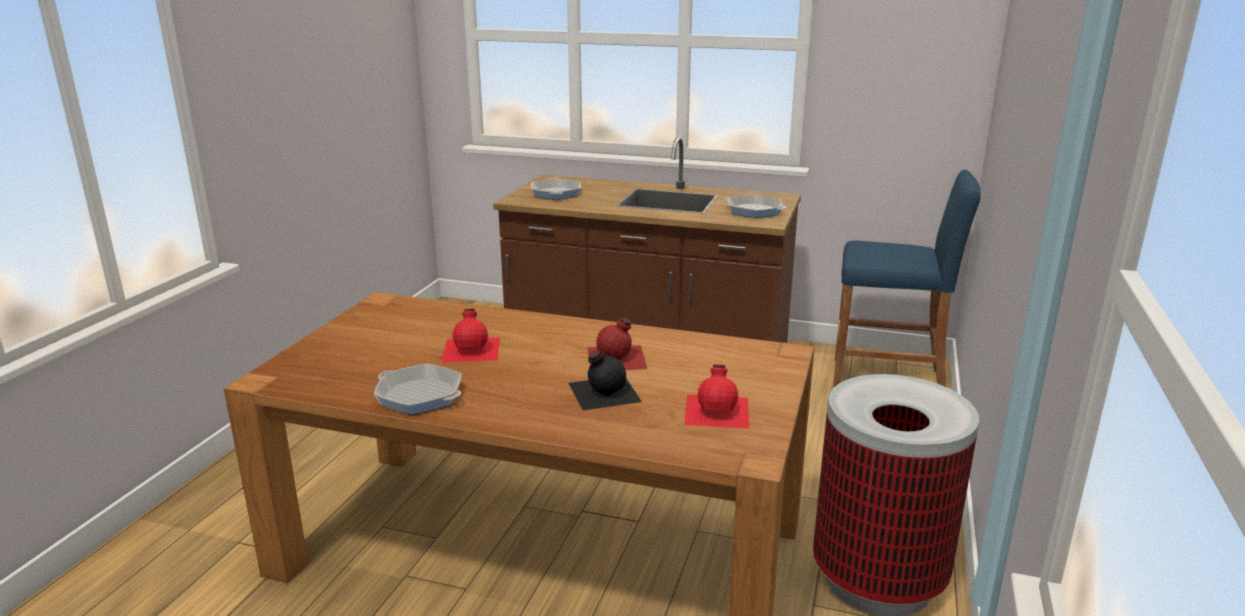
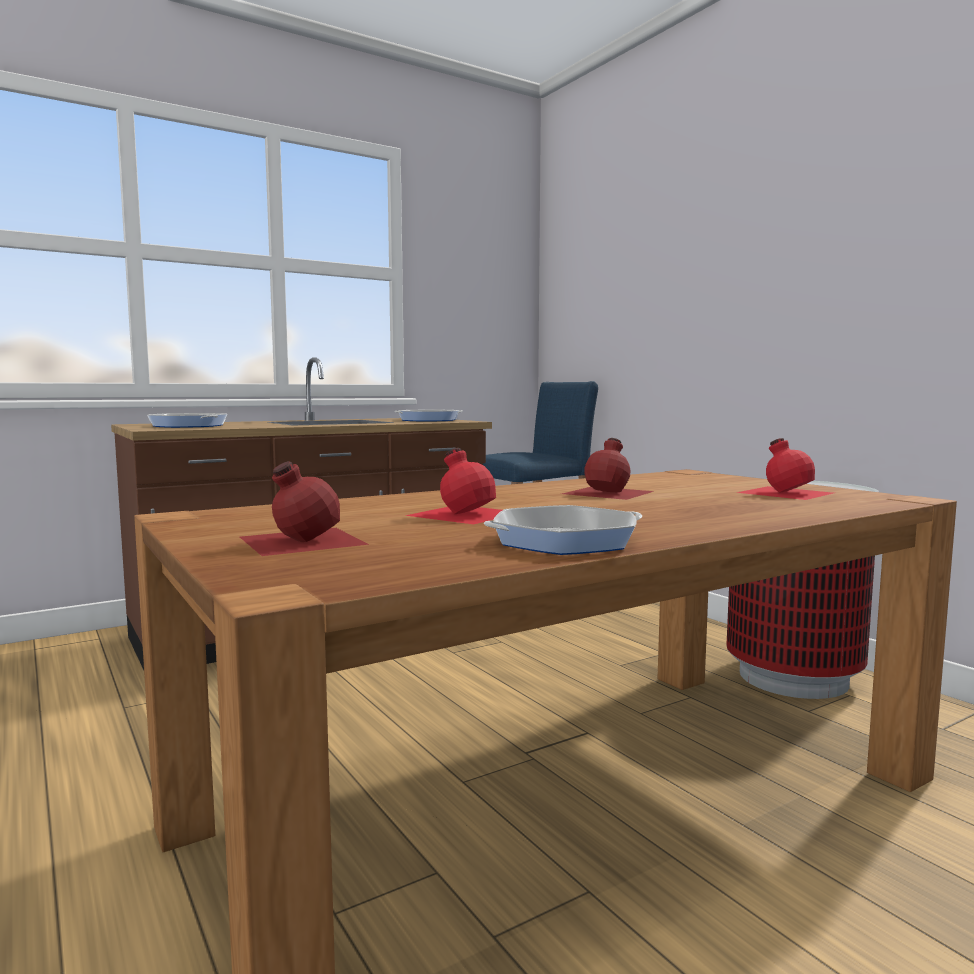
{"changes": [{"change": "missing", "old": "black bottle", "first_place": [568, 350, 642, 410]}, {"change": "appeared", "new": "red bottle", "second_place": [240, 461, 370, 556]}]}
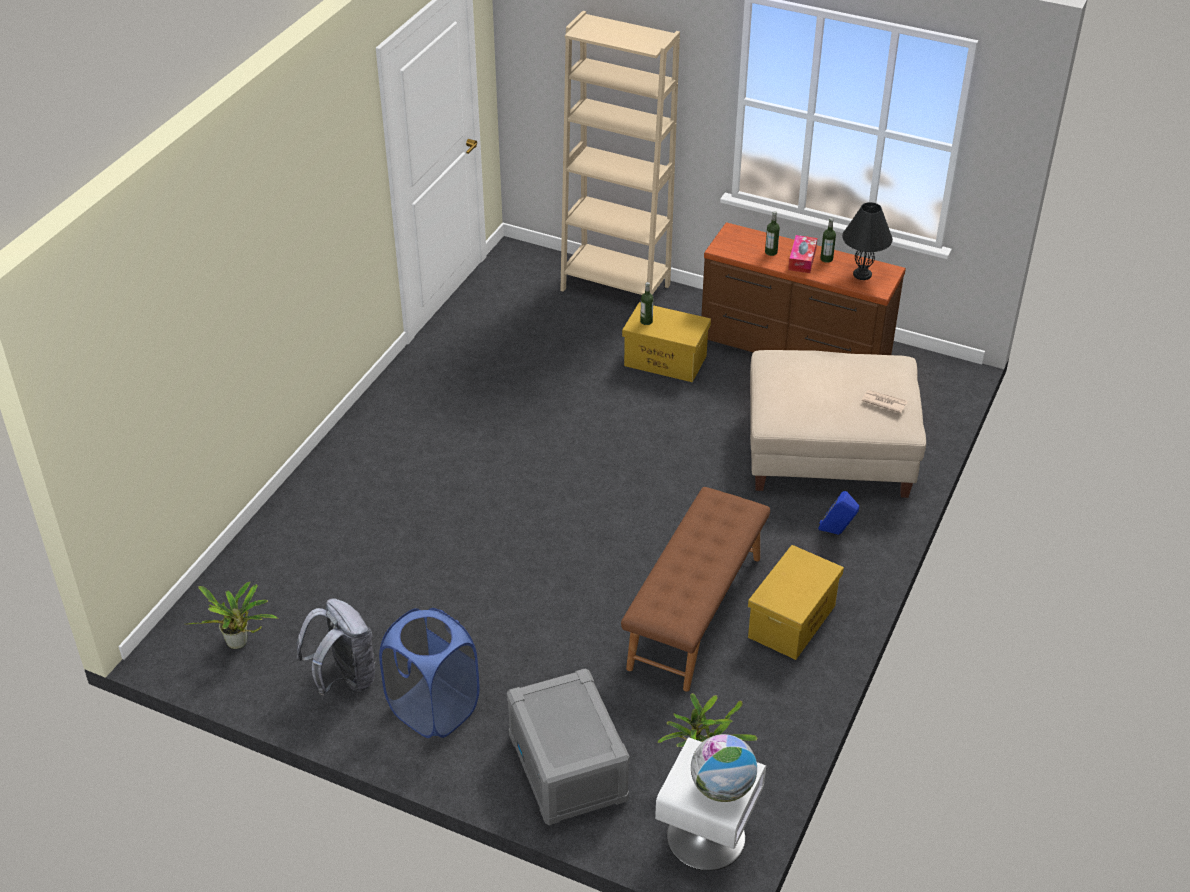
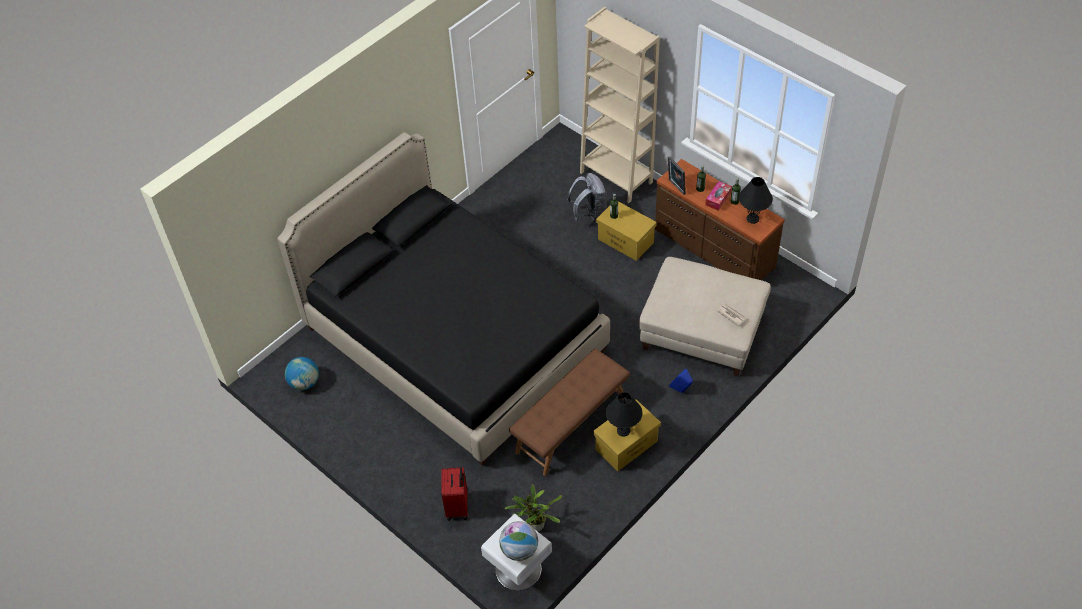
{"changes": [{"change": "missing", "old": "blue laundry basket", "first_place": [379, 608, 480, 738]}, {"change": "appeared", "new": "black bed", "second_place": [277, 132, 610, 466]}, {"change": "appeared", "new": "black table lamp", "second_place": [606, 392, 642, 437]}, {"change": "appeared", "new": "picture frame", "second_place": [668, 156, 686, 195]}, {"change": "relocated", "old": "grey backpack", "first_place": [297, 599, 375, 695], "second_place": [567, 173, 607, 224]}, {"change": "exchanged", "old": "potted plant", "new": "globe", "first_place": [189, 582, 279, 649], "second_place": [285, 357, 319, 390]}, {"change": "exchanged", "old": "grey storage box", "new": "red suitcase", "first_place": [507, 669, 630, 825], "second_place": [442, 467, 468, 521]}]}
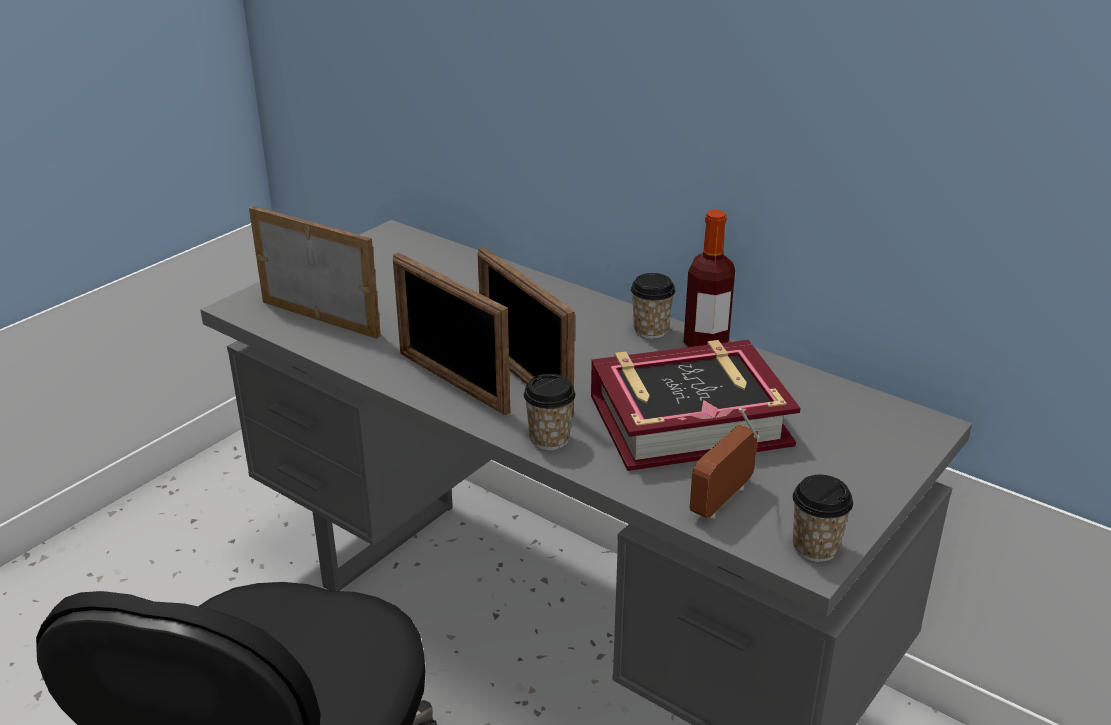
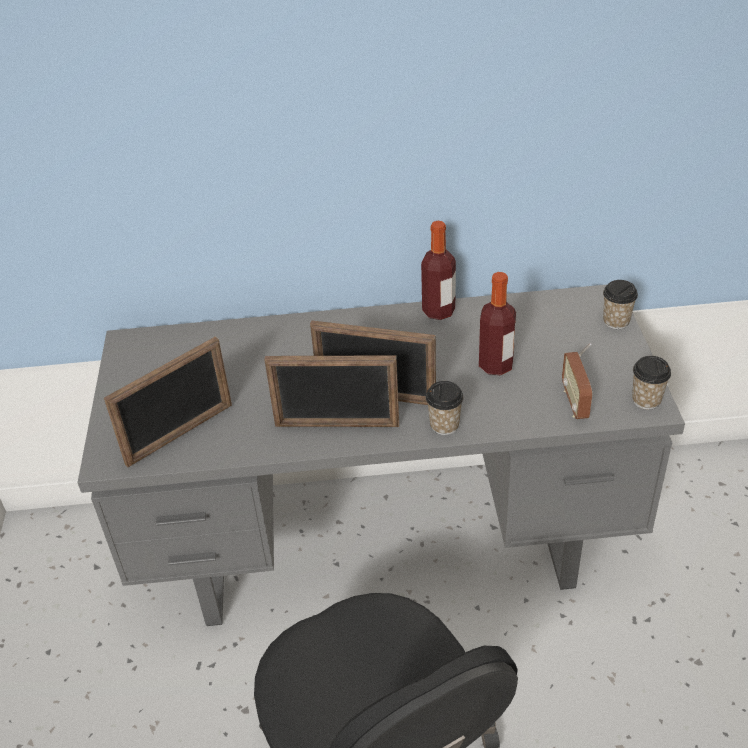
{"changes": [{"change": "relocated", "old": "cup", "first_place": [631, 273, 675, 339], "second_place": [603, 280, 638, 329]}, {"change": "exchanged", "old": "book", "new": "bottle", "first_place": [591, 340, 801, 471], "second_place": [479, 272, 516, 375]}, {"change": "spun", "old": "picture frame", "first_place": [249, 206, 381, 339], "second_place": [104, 336, 232, 467], "degrees": 150}]}
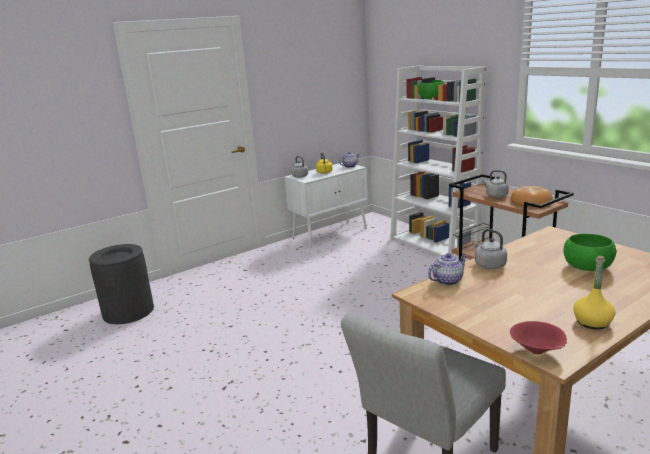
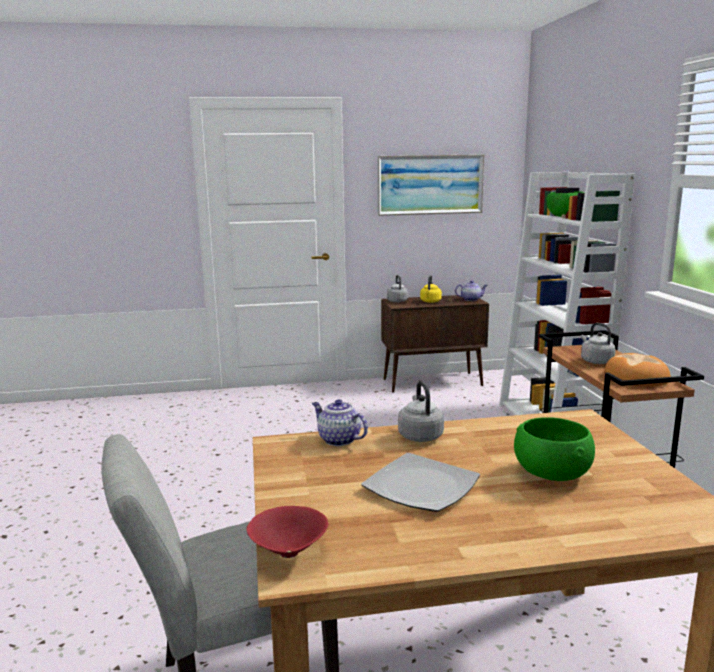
{"changes": [{"change": "missing", "old": "black trash can", "first_place": [89, 244, 154, 324]}, {"change": "missing", "old": "yellow bottle", "first_place": [573, 256, 616, 330]}, {"change": "appeared", "new": "plate", "second_place": [361, 453, 480, 512]}, {"change": "appeared", "new": "picture", "second_place": [377, 154, 484, 216]}, {"change": "colour", "old": "white cabinet", "new": "brown cabinet", "first_place": [285, 163, 368, 247], "second_place": [381, 295, 489, 393]}, {"change": "spun", "old": "teapot", "first_place": [428, 253, 467, 286], "second_place": [312, 399, 368, 446], "degrees": -135}]}
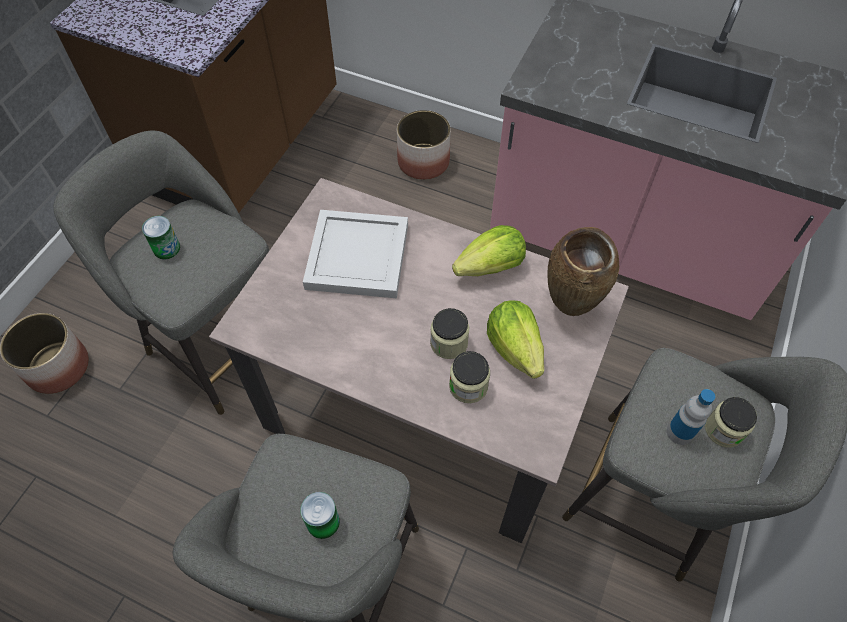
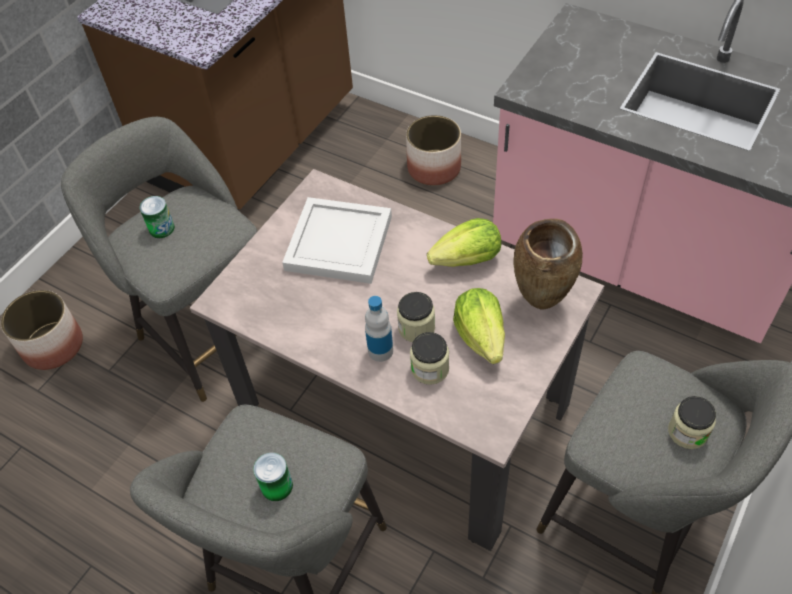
{"changes": [{"change": "relocated", "old": "bottle", "first_place": [667, 389, 715, 445], "second_place": [365, 296, 393, 362]}]}
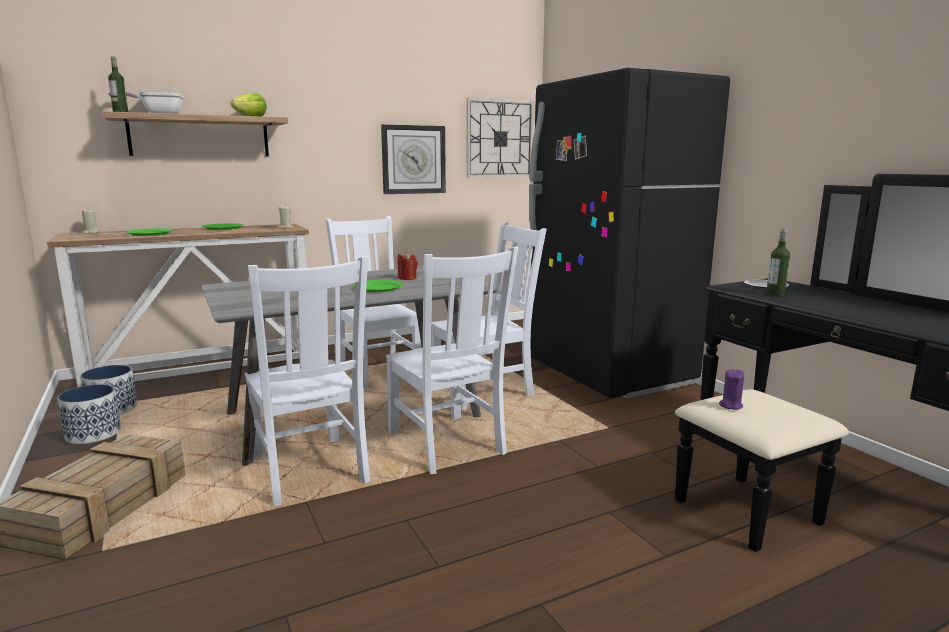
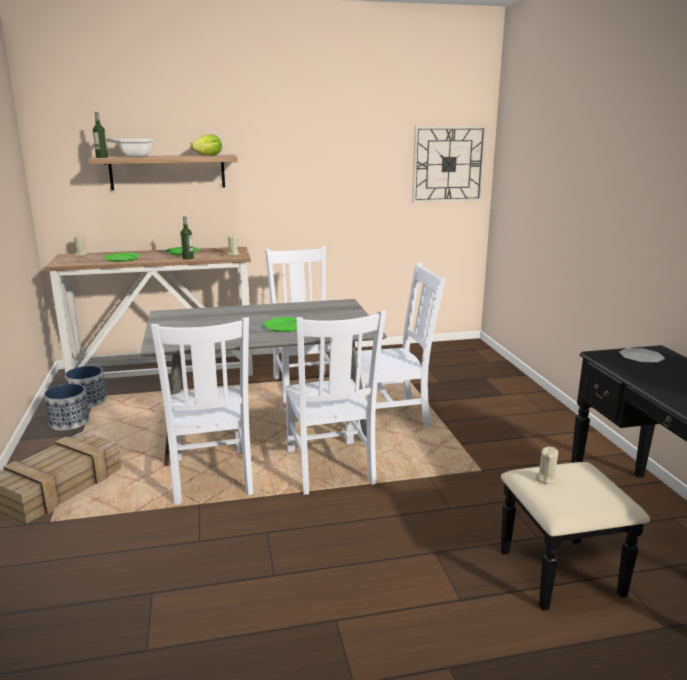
{"changes": [{"change": "missing", "old": "wall clock", "first_place": [381, 124, 446, 194]}, {"change": "missing", "old": "red candle", "first_place": [398, 252, 417, 280]}, {"change": "missing", "old": "black fridge", "first_place": [529, 68, 730, 398]}, {"change": "relocated", "old": "bottle", "first_place": [766, 229, 790, 296], "second_place": [180, 216, 194, 259]}, {"change": "colour", "old": "purple candle", "new": "beige candle", "first_place": [719, 369, 744, 410], "second_place": [536, 447, 558, 484]}]}
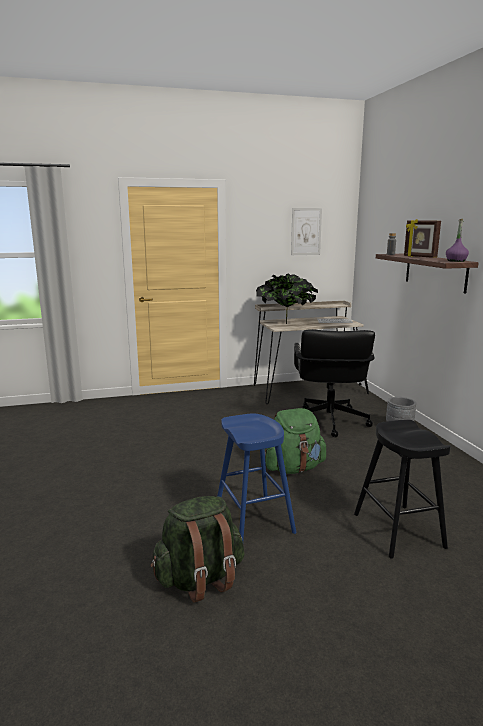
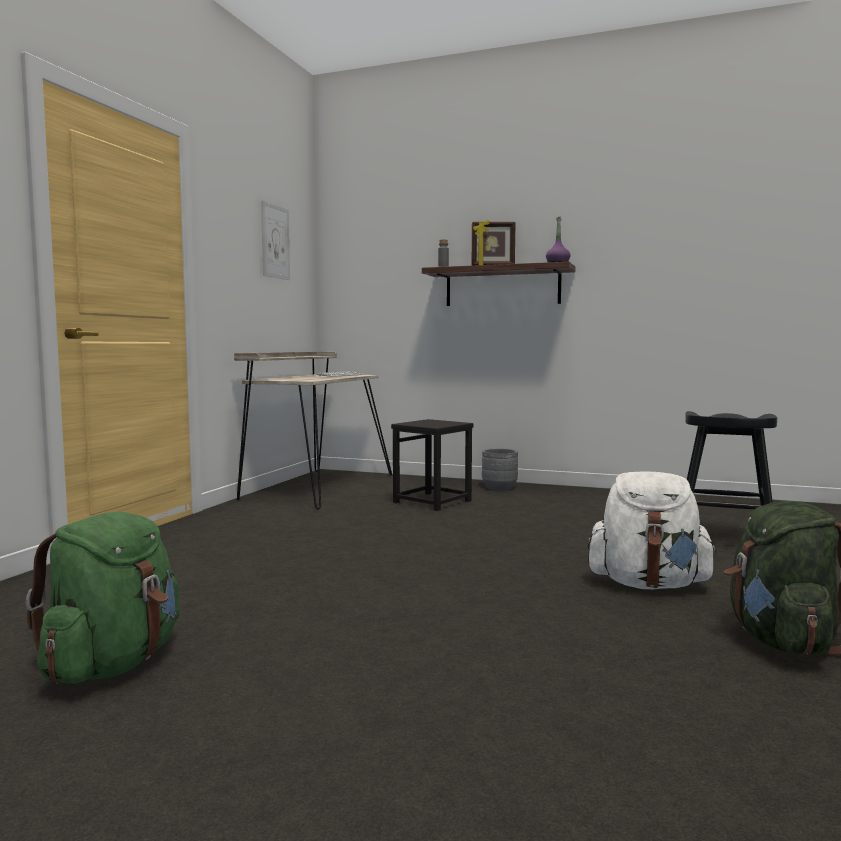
{"changes": [{"change": "missing", "old": "potted plant", "first_place": [256, 273, 318, 324]}, {"change": "relocated", "old": "green backpack", "first_place": [265, 408, 326, 474], "second_place": [26, 512, 180, 684]}, {"change": "exchanged", "old": "blue stool", "new": "white backpack", "first_place": [217, 414, 296, 541], "second_place": [588, 471, 718, 589]}, {"change": "exchanged", "old": "black office chair", "new": "black stool", "first_place": [294, 329, 375, 437], "second_place": [391, 419, 473, 511]}]}
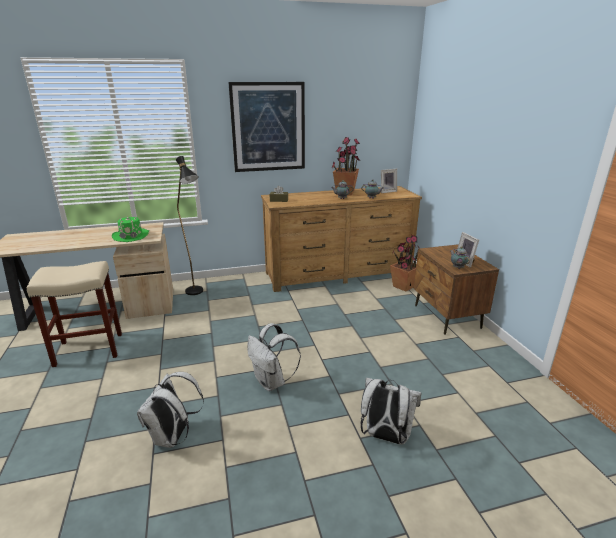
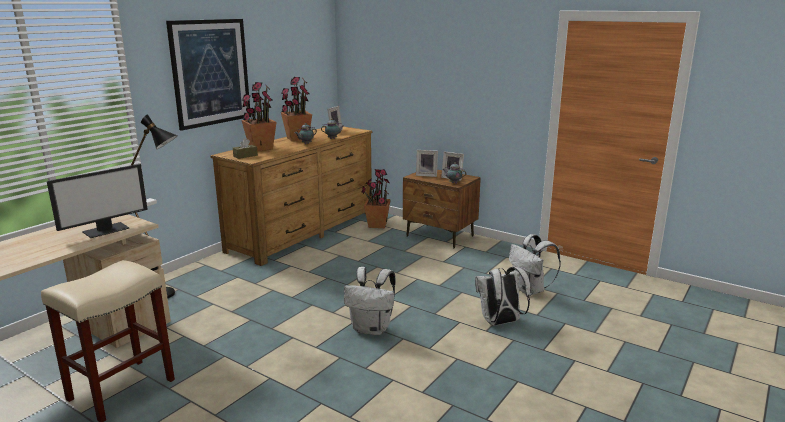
{"changes": [{"change": "appeared", "new": "potted plant", "second_place": [241, 82, 277, 151]}, {"change": "appeared", "new": "picture frame", "second_place": [416, 150, 438, 177]}, {"change": "relocated", "old": "white backpack", "first_place": [137, 372, 204, 448], "second_place": [509, 234, 561, 296]}, {"change": "exchanged", "old": "green hat", "new": "monitor", "first_place": [112, 216, 149, 242], "second_place": [47, 164, 148, 238]}]}
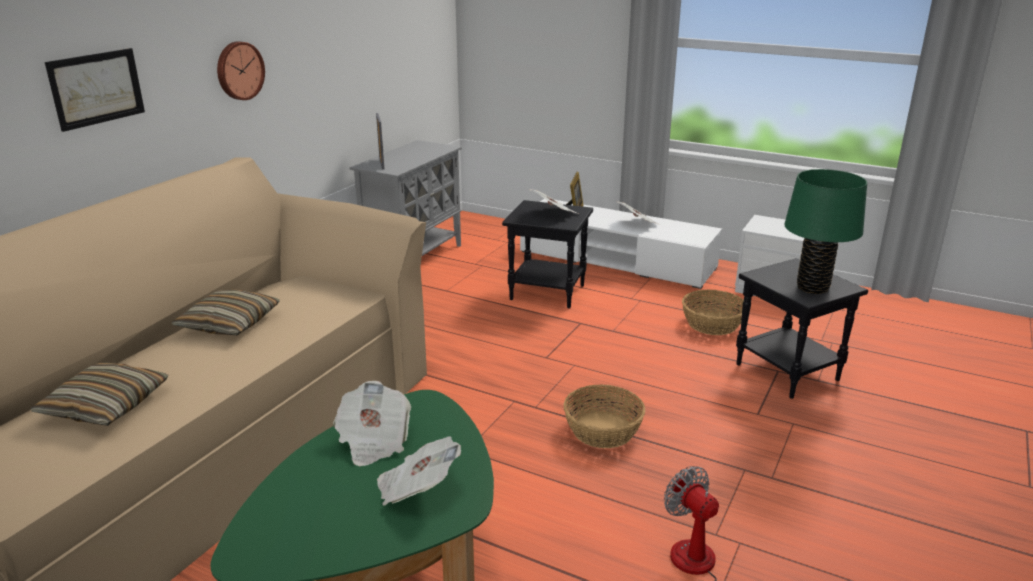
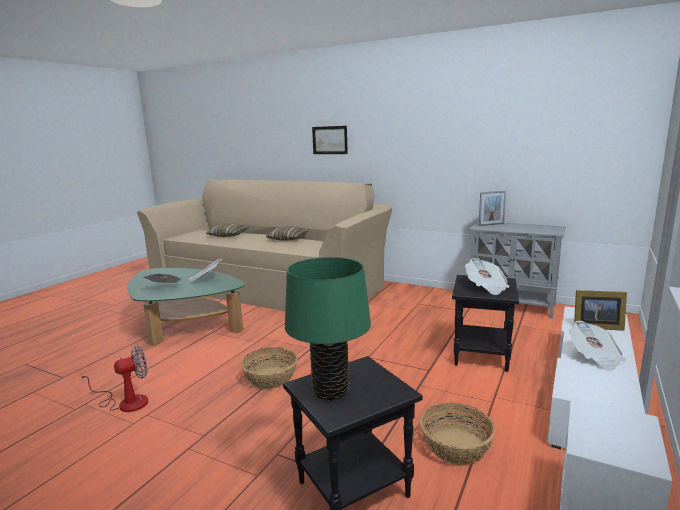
{"changes": [{"change": "missing", "old": "wall clock", "first_place": [217, 42, 265, 100]}]}
